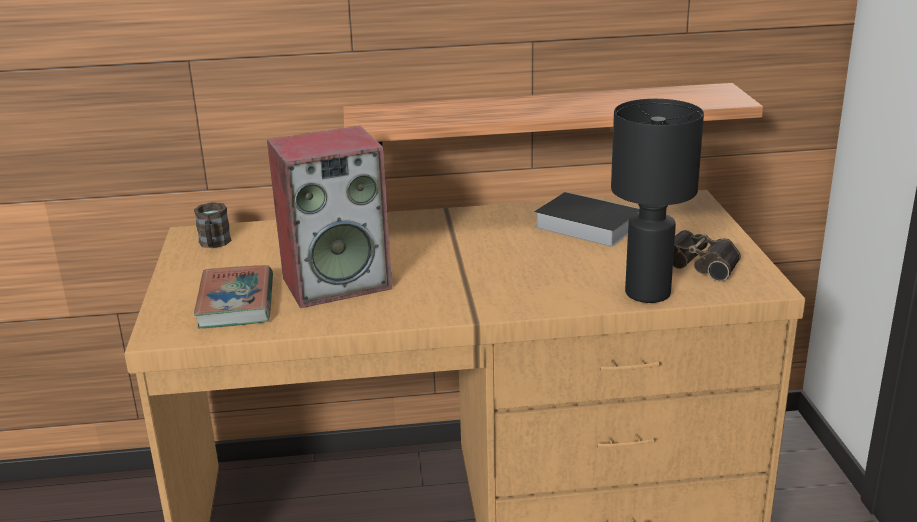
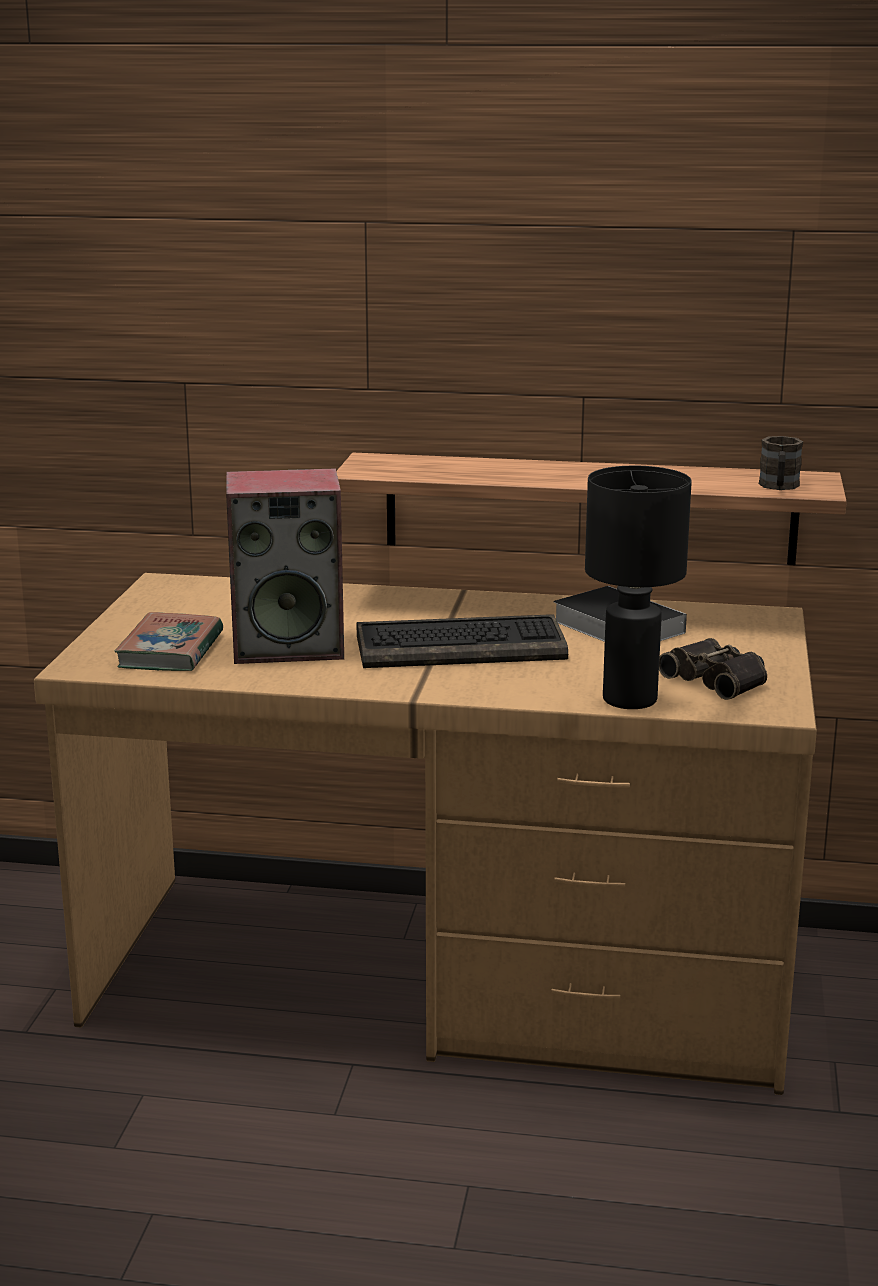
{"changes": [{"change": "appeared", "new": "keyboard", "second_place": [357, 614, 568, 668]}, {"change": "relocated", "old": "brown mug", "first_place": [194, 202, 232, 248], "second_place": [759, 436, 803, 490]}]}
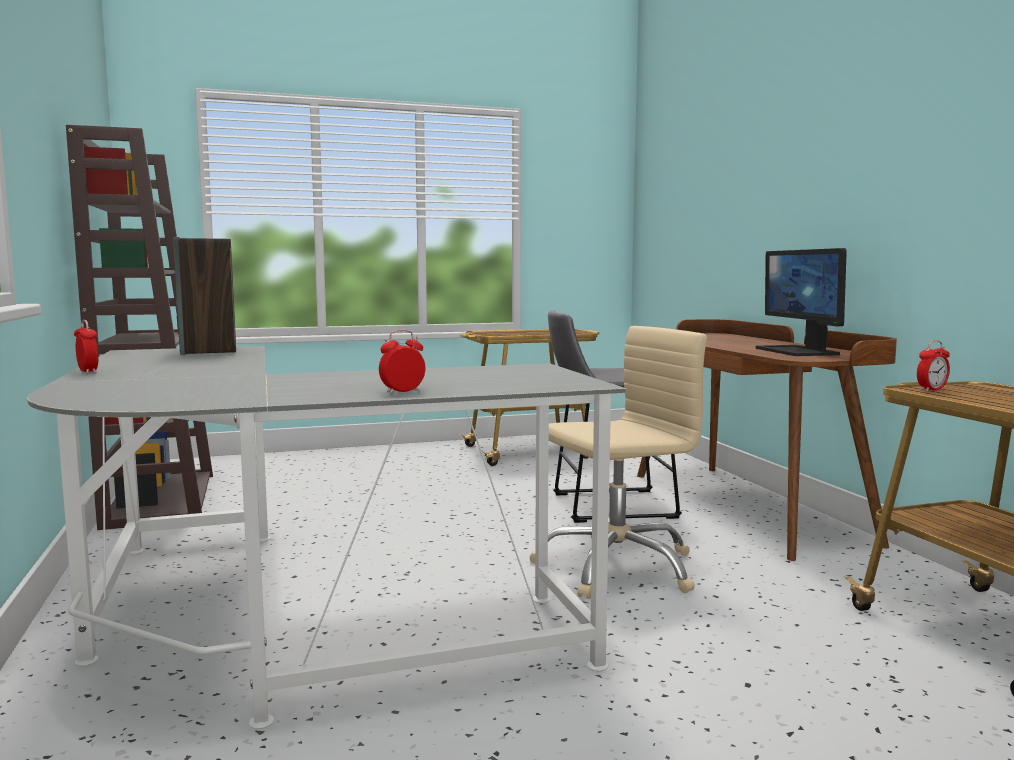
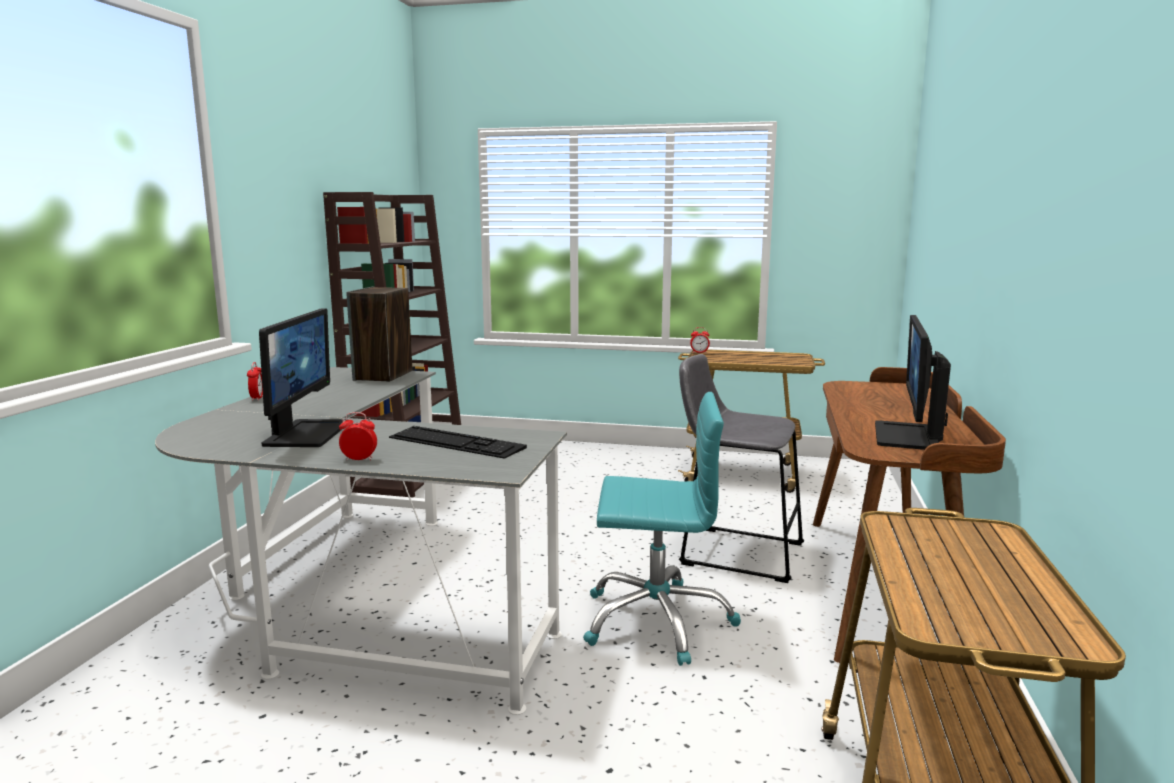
{"changes": [{"change": "appeared", "new": "monitor", "second_place": [259, 308, 348, 447]}, {"change": "appeared", "new": "keyboard", "second_place": [389, 426, 527, 459]}, {"change": "relocated", "old": "alarm clock", "first_place": [917, 341, 950, 392], "second_place": [690, 327, 710, 353]}, {"change": "colour", "old": "beige office chair", "new": "turquoise office chair", "first_place": [529, 326, 707, 599], "second_place": [583, 392, 741, 666]}]}
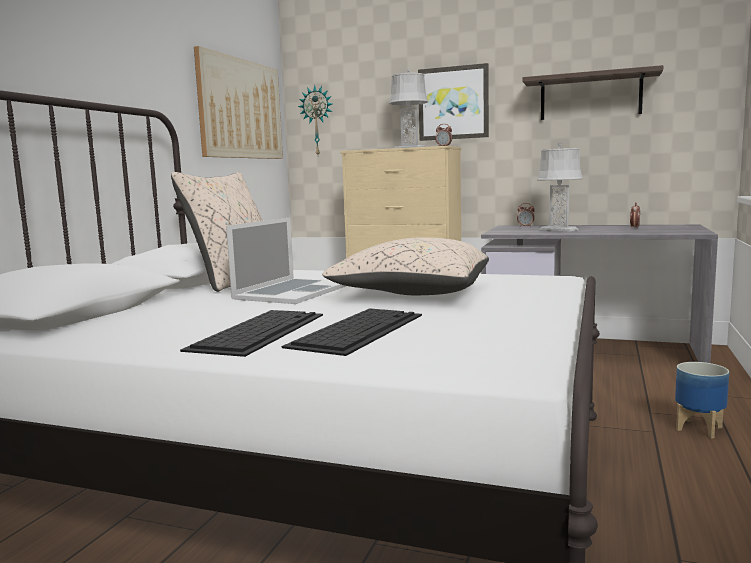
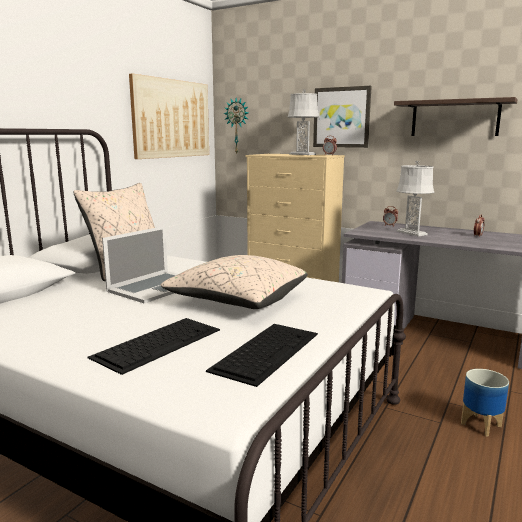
{"changes": [{"change": "relocated", "old": "keyboard", "first_place": [180, 310, 323, 357], "second_place": [206, 324, 318, 387]}]}
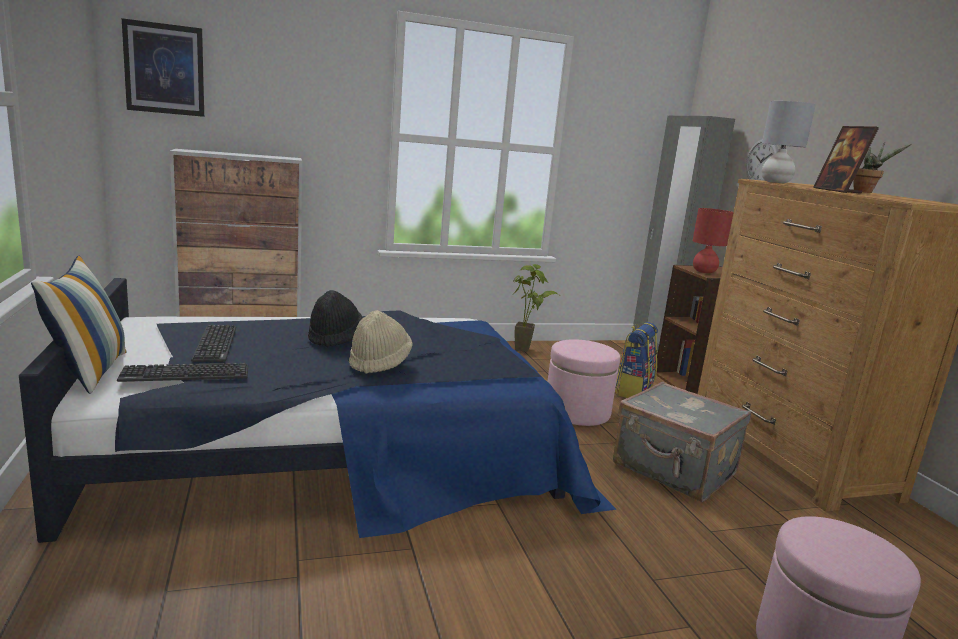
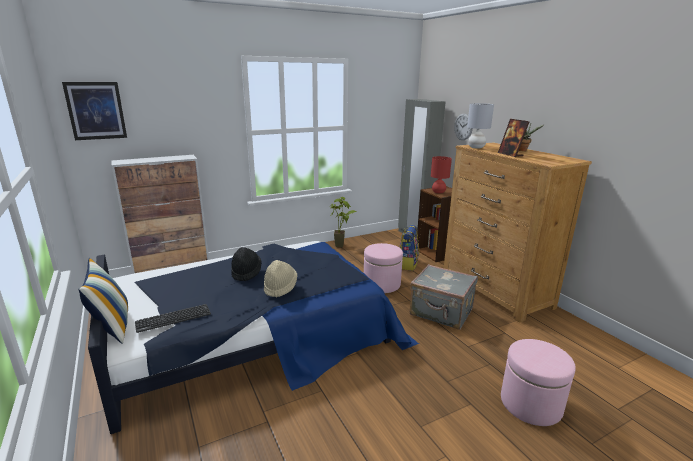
{"changes": [{"change": "missing", "old": "keyboard", "first_place": [191, 325, 236, 362]}]}
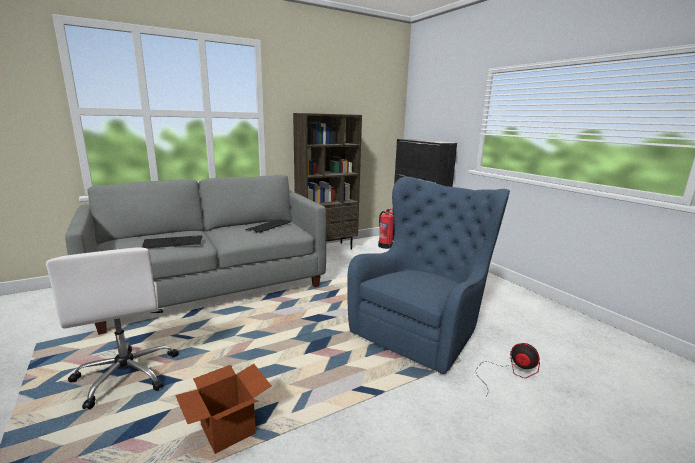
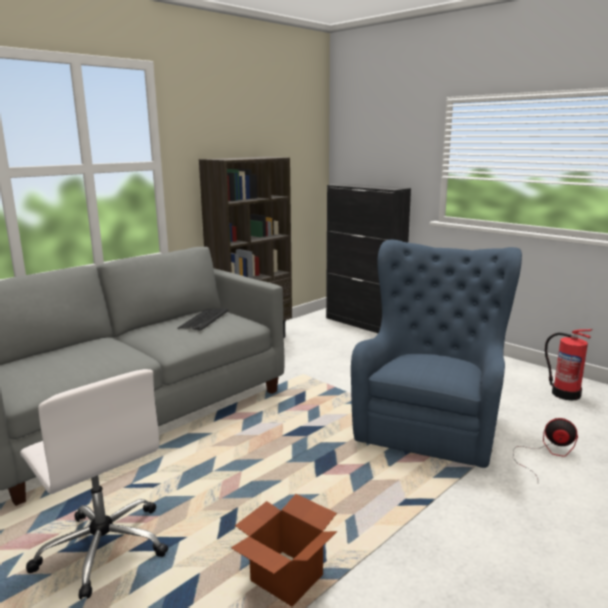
{"changes": [{"change": "missing", "old": "keyboard", "first_place": [142, 235, 202, 249]}, {"change": "relocated", "old": "fire extinguisher", "first_place": [378, 209, 394, 249], "second_place": [545, 329, 592, 401]}]}
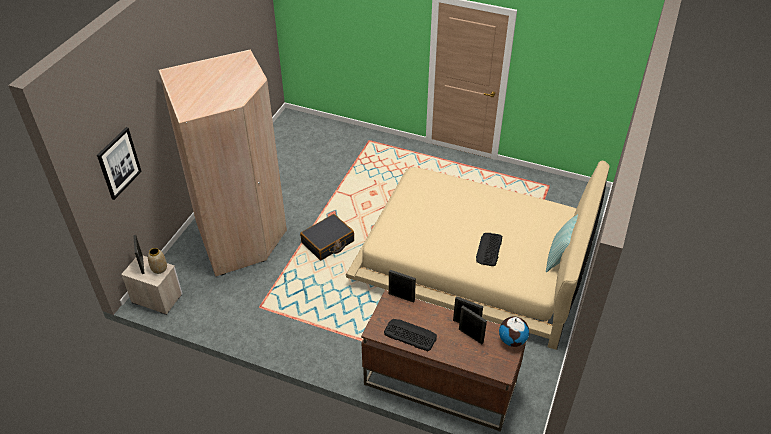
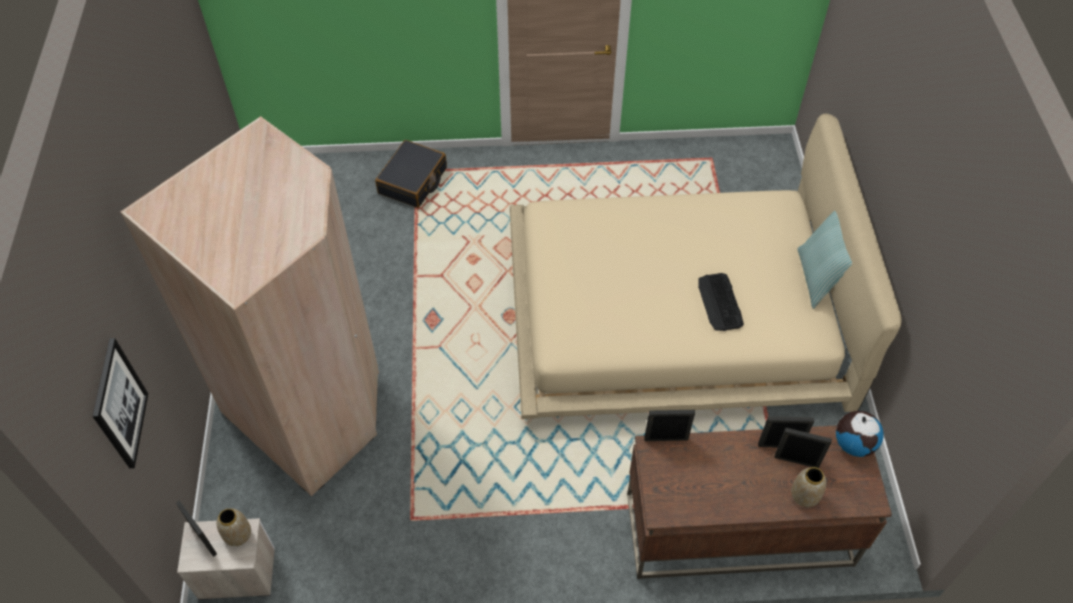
{"changes": [{"change": "missing", "old": "keyboard", "first_place": [384, 319, 437, 351]}, {"change": "appeared", "new": "vase", "second_place": [791, 467, 826, 507]}, {"change": "relocated", "old": "black suitcase", "first_place": [300, 214, 354, 260], "second_place": [375, 140, 447, 208]}]}
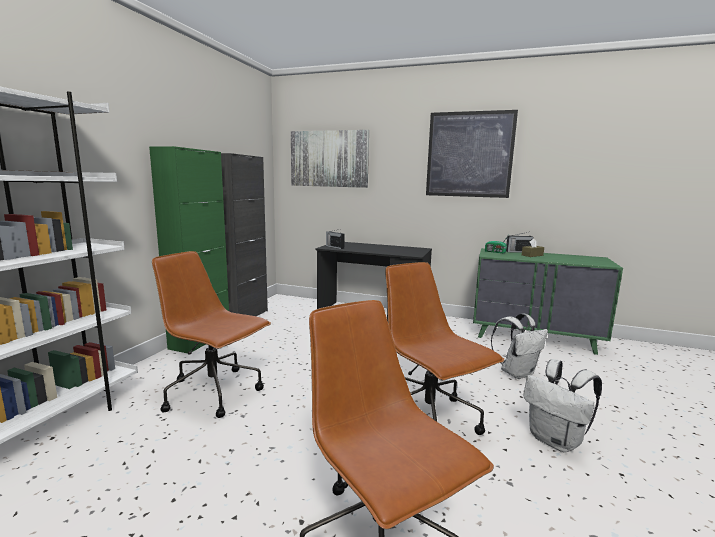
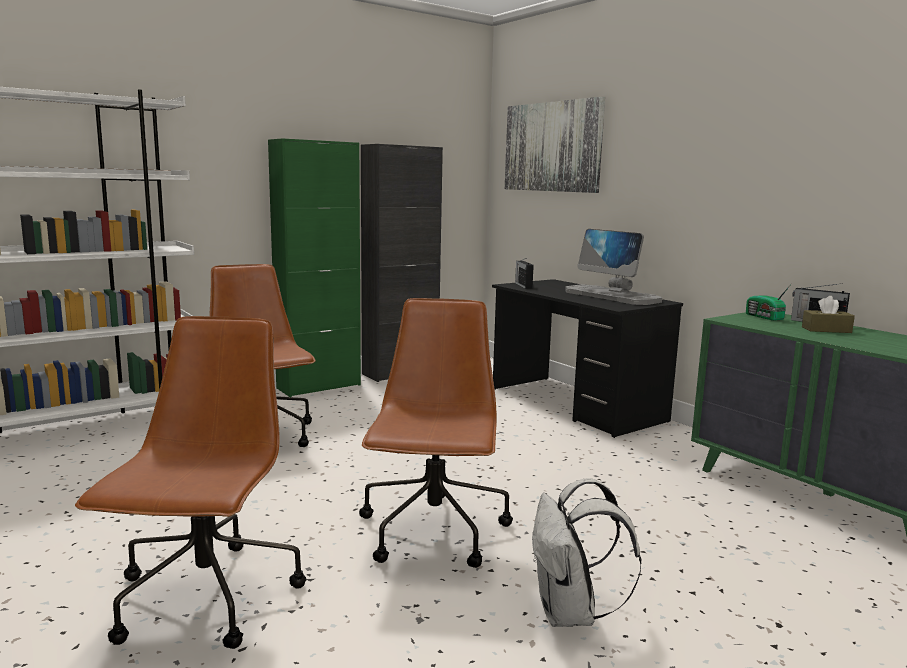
{"changes": [{"change": "missing", "old": "picture", "first_place": [426, 110, 518, 198]}, {"change": "missing", "old": "white backpack", "first_place": [491, 314, 548, 379]}, {"change": "appeared", "new": "monitor", "second_place": [565, 229, 662, 305]}]}
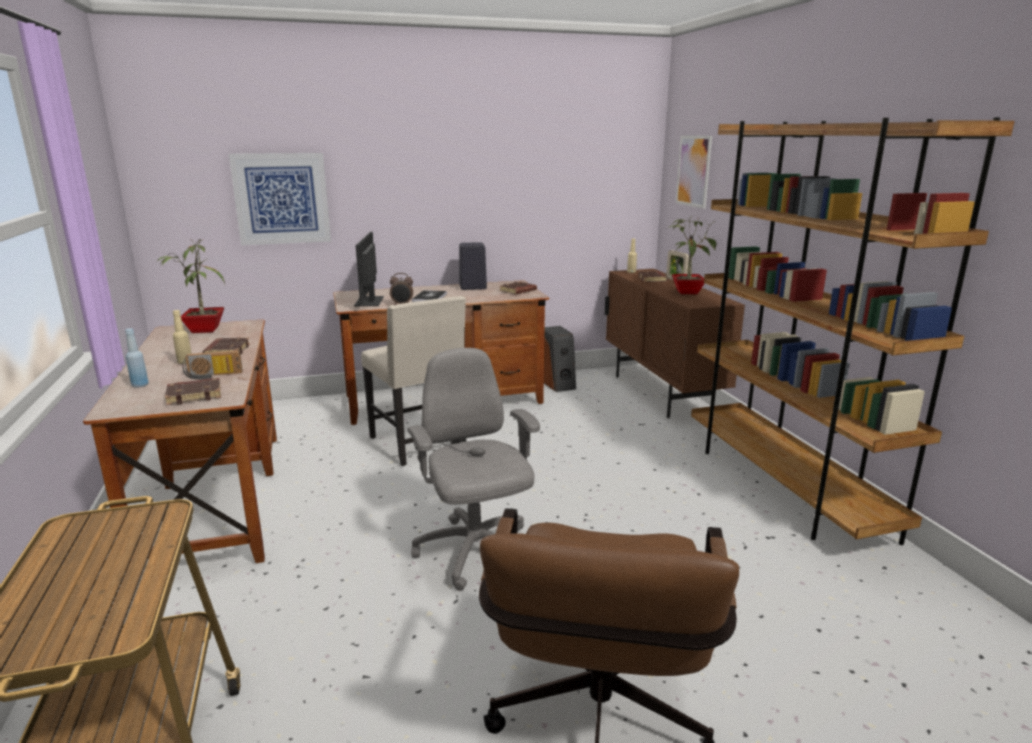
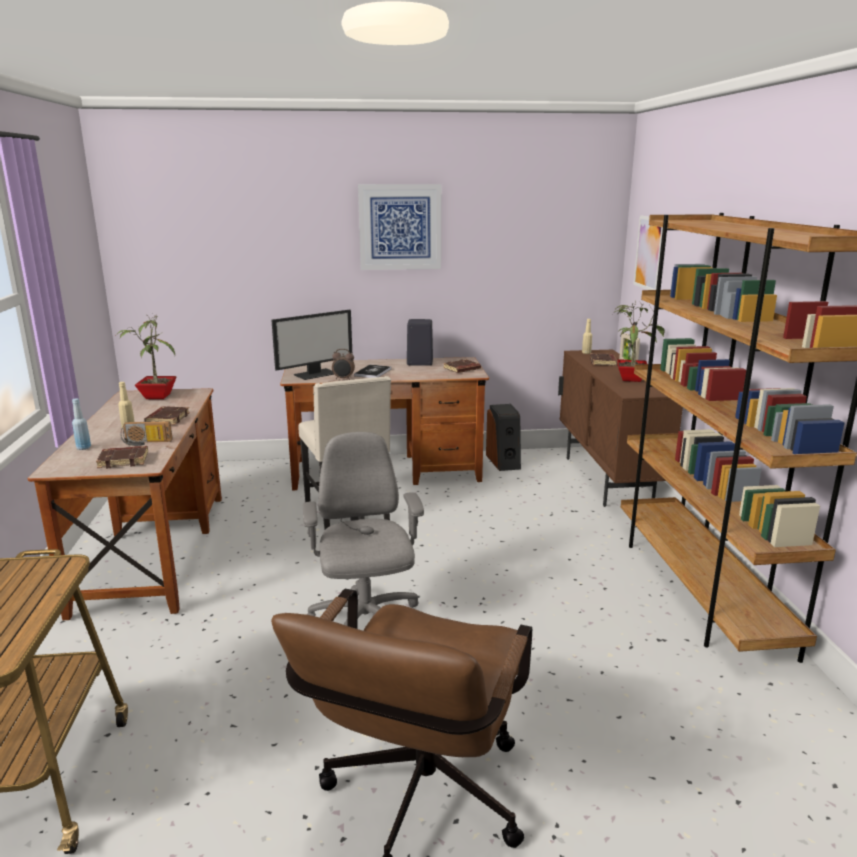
{"changes": [{"change": "relocated", "old": "picture", "first_place": [229, 153, 331, 245], "second_place": [358, 184, 442, 270]}, {"change": "spun", "old": "monitor", "first_place": [354, 232, 384, 306], "second_place": [271, 310, 352, 380], "degrees": -135}]}
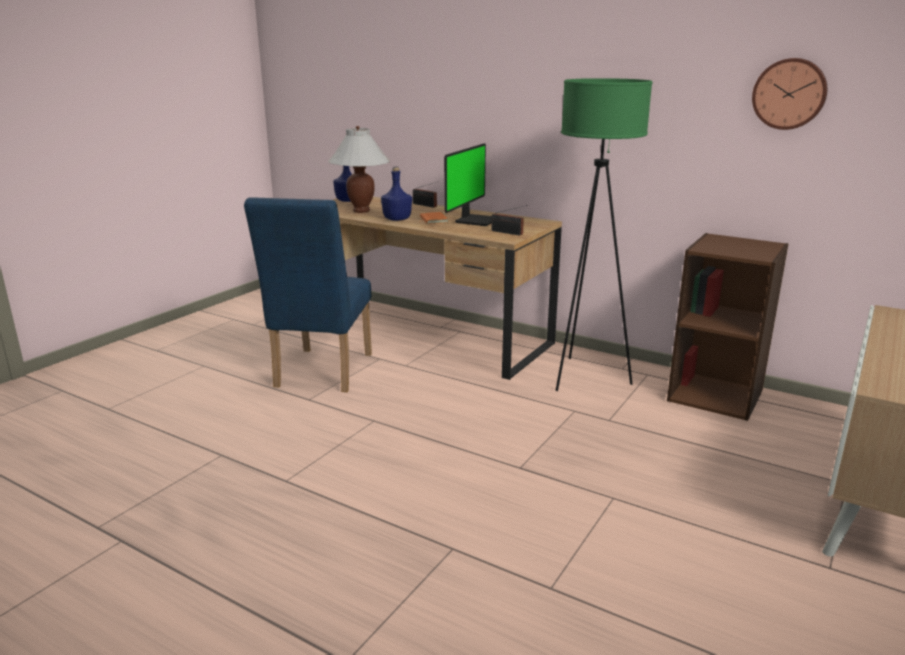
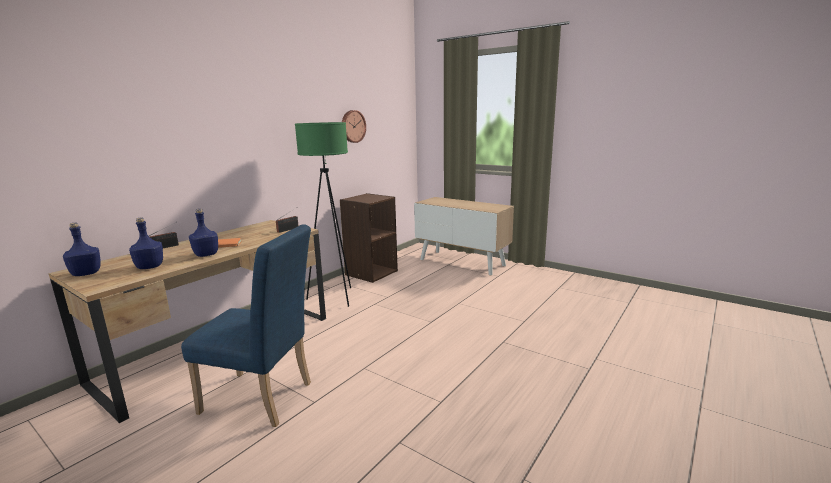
{"changes": [{"change": "missing", "old": "monitor", "first_place": [444, 143, 492, 226]}, {"change": "exchanged", "old": "white table lamp", "new": "blue bottle", "first_place": [328, 126, 390, 213], "second_place": [129, 217, 163, 269]}]}
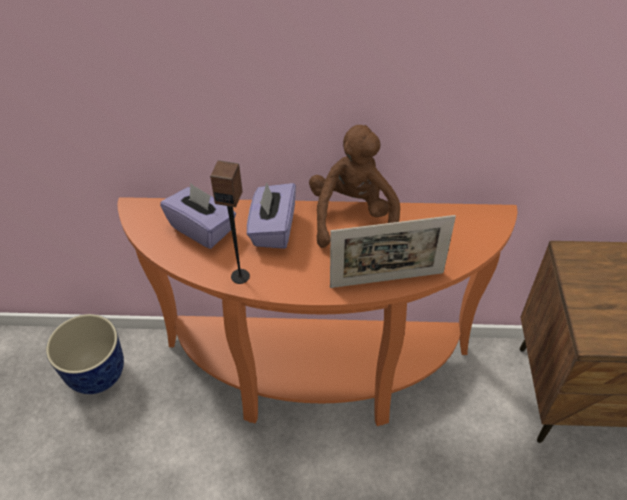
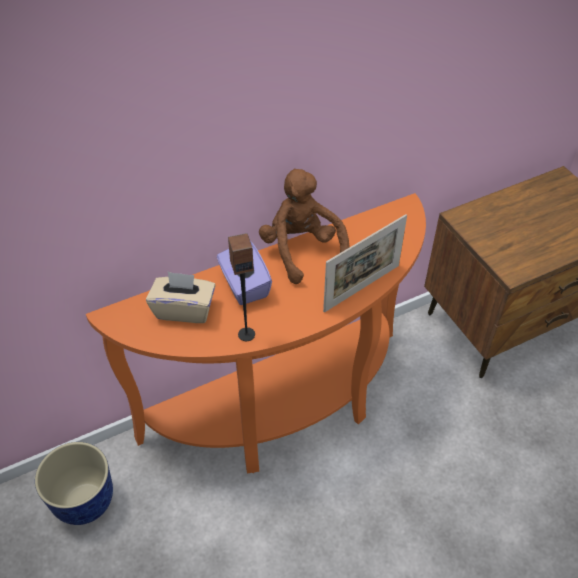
{"changes": [{"change": "colour", "old": "purple tissue box", "new": "beige tissue box", "first_place": [160, 183, 236, 249], "second_place": [146, 272, 216, 323]}]}
